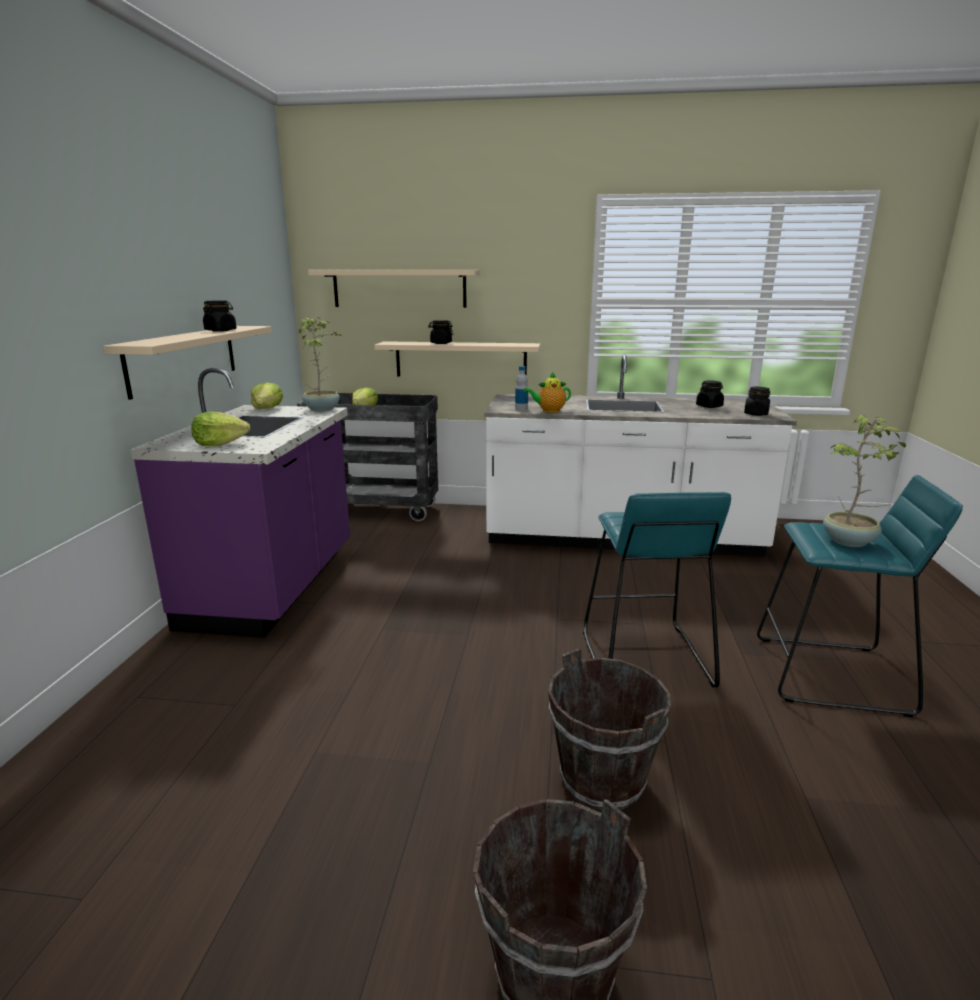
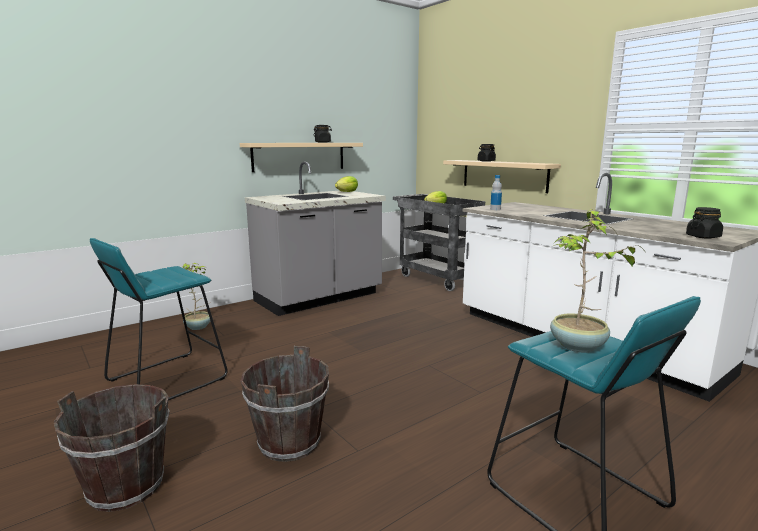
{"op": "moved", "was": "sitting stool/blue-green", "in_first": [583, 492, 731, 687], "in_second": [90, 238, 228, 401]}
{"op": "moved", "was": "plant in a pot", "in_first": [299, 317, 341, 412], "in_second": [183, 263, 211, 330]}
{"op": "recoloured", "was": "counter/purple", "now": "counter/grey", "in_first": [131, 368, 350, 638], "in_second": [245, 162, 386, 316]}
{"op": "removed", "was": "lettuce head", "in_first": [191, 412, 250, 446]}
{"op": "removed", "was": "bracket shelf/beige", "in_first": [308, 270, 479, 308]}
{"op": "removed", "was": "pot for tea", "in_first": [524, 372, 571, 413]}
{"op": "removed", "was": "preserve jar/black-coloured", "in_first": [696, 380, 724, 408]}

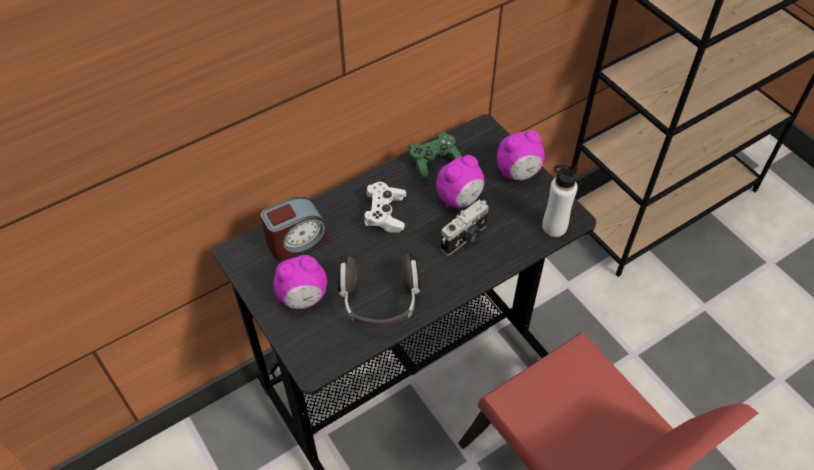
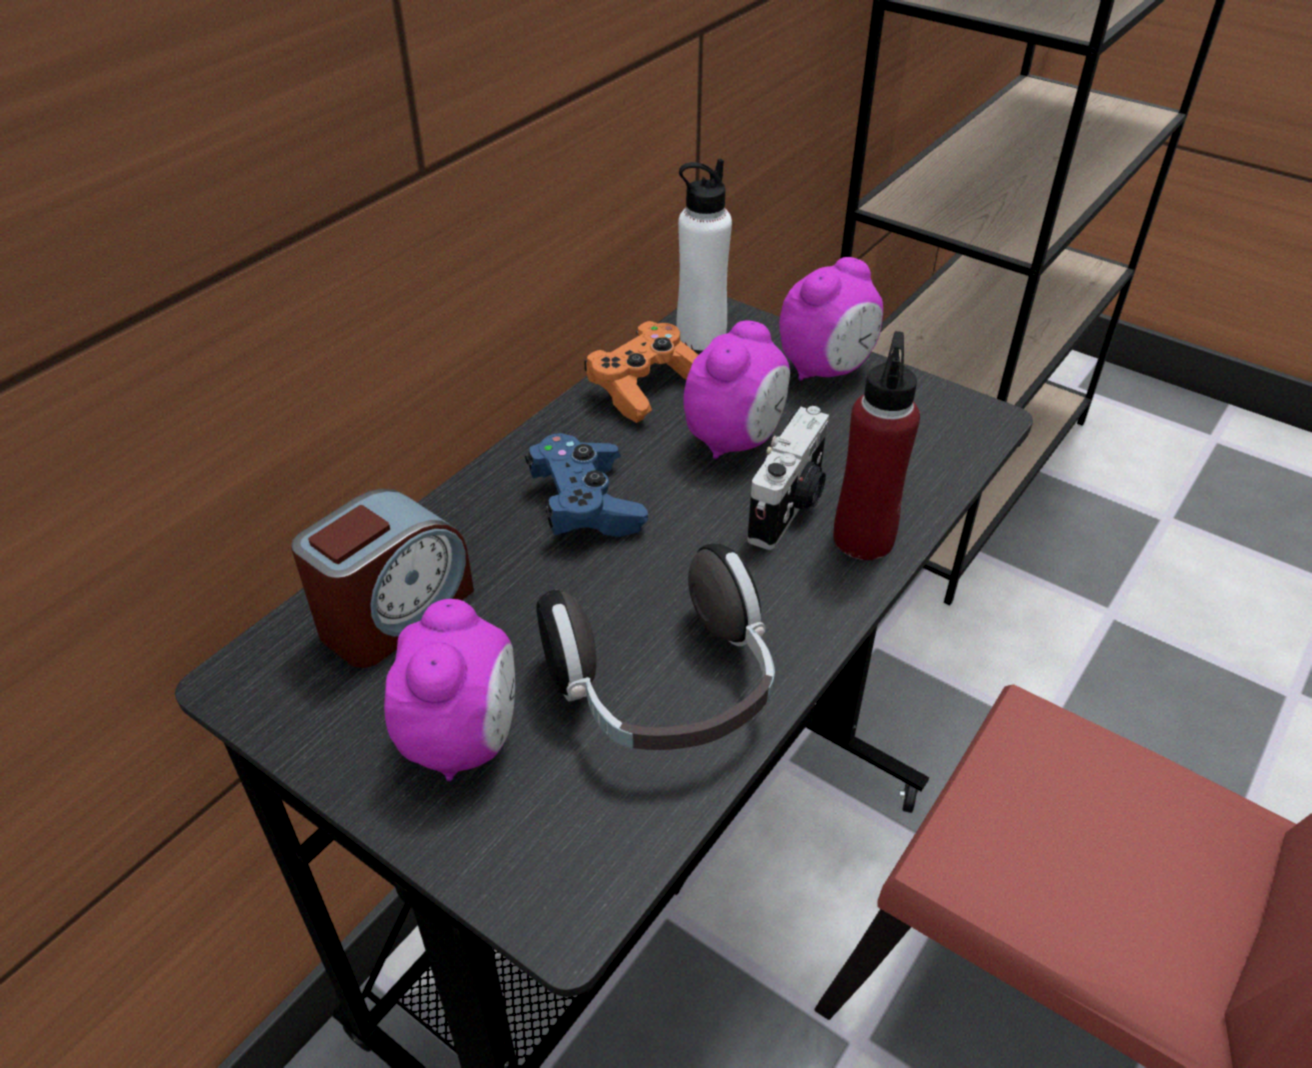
{"op": "turned", "was": "table clock", "in_first": [273, 255, 327, 309], "in_second": [384, 599, 515, 782], "clockwise": -45}
{"op": "recoloured", "was": "game controller/whitish", "now": "game controller/bluish", "in_first": [363, 182, 406, 233], "in_second": [525, 433, 648, 537]}
{"op": "recoloured", "was": "game controller/green-coloured", "now": "game controller/orangey", "in_first": [409, 132, 462, 180], "in_second": [584, 321, 698, 423]}
{"op": "moved", "was": "beverage bottle/whitish", "in_first": [542, 165, 578, 237], "in_second": [676, 159, 732, 350]}
{"op": "added", "now": "beverage bottle/reddish", "in_second": [834, 331, 920, 560]}

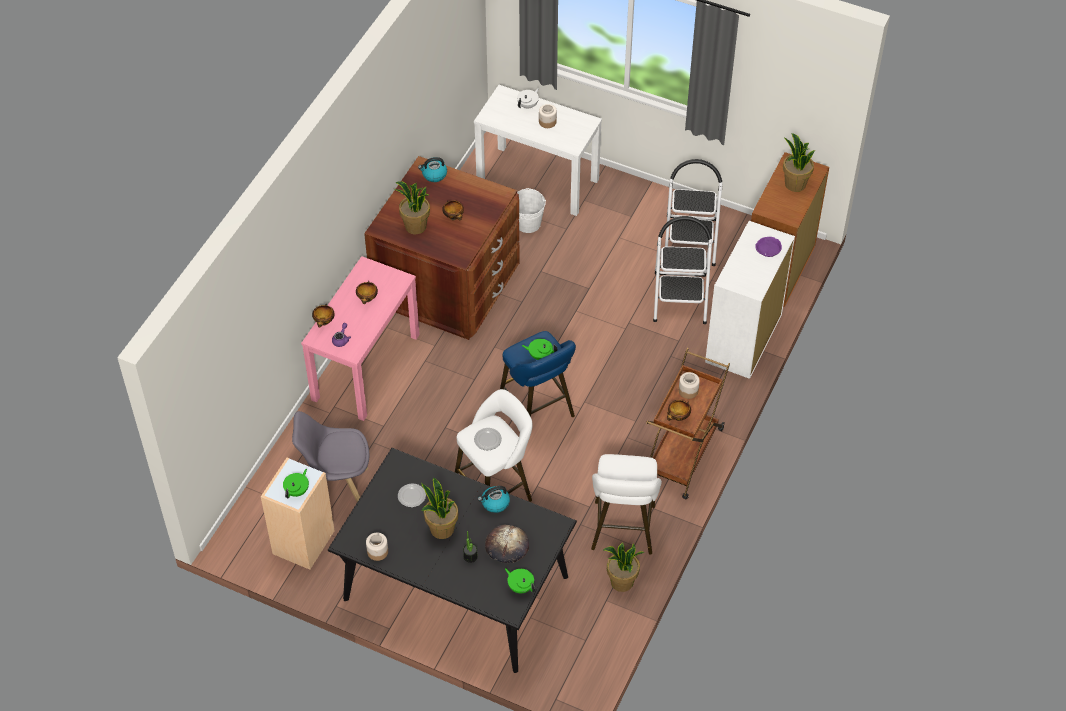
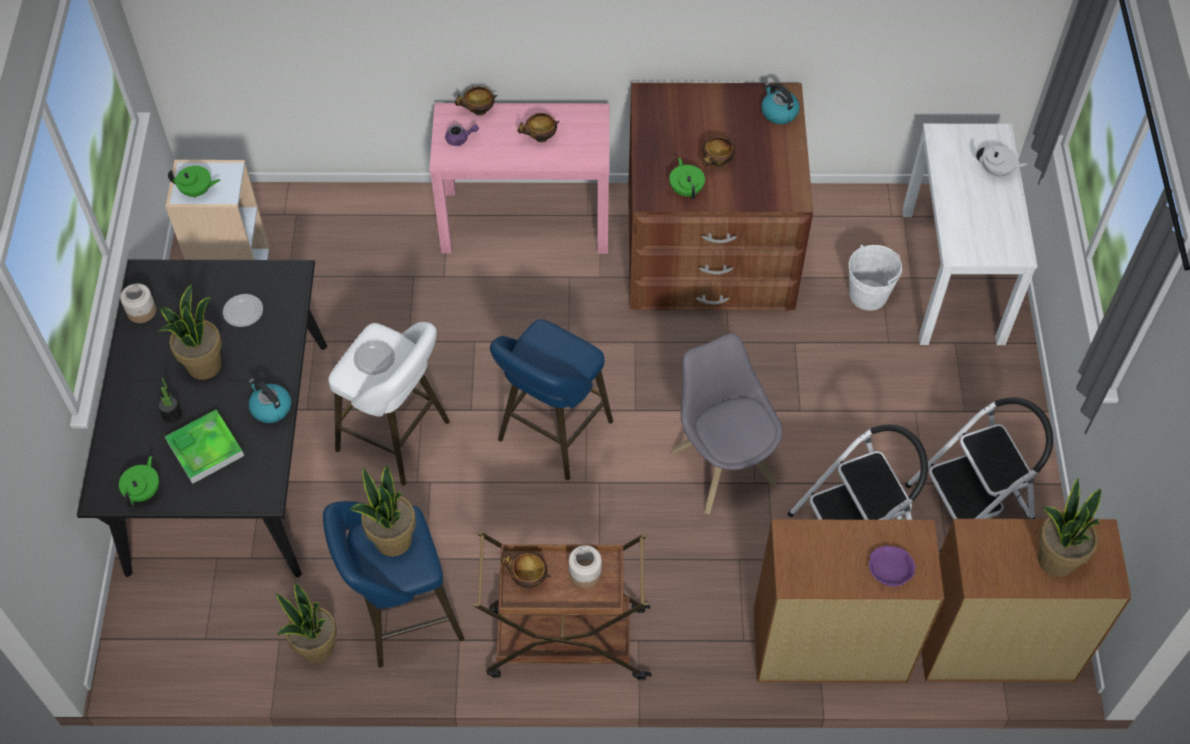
{"op": "replaced", "was": "bread", "now": "carrying tray", "in_first": [485, 525, 529, 563], "in_second": [165, 410, 244, 484]}
{"op": "recoloured", "was": "sitting stool/whitish", "now": "sitting stool/bluish", "in_first": [591, 454, 662, 555], "in_second": [323, 501, 464, 668]}
{"op": "moved", "was": "plant in a pot", "in_first": [394, 181, 430, 234], "in_second": [349, 465, 416, 557]}
{"op": "moved", "was": "pot for tea/green-coloured", "in_first": [522, 339, 557, 360], "in_second": [669, 158, 705, 200]}
{"op": "moved", "was": "chair/grey", "in_first": [292, 411, 369, 502], "in_second": [671, 333, 783, 515]}
{"op": "recoloured", "was": "cabinet/whitish", "now": "cabinet/brownish", "in_first": [705, 221, 795, 379], "in_second": [753, 519, 944, 683]}
{"op": "removed", "was": "preserve jar", "in_first": [539, 104, 557, 128]}

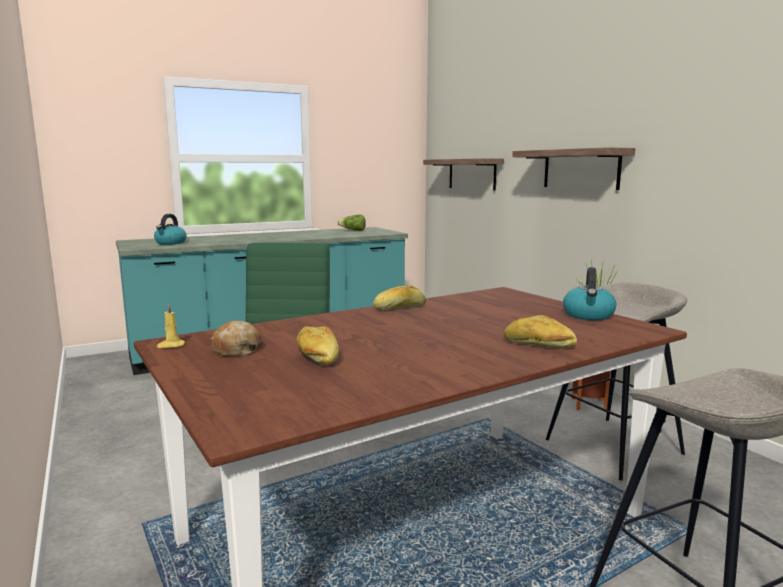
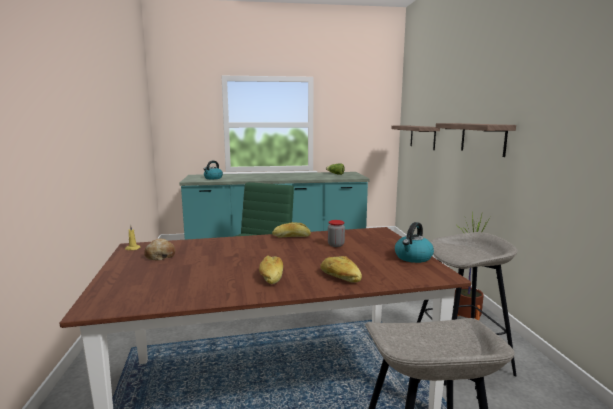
{"op": "moved", "was": "bread", "in_first": [296, 326, 339, 365], "in_second": [259, 255, 283, 284]}
{"op": "added", "now": "preserve jar", "in_second": [328, 220, 345, 247]}

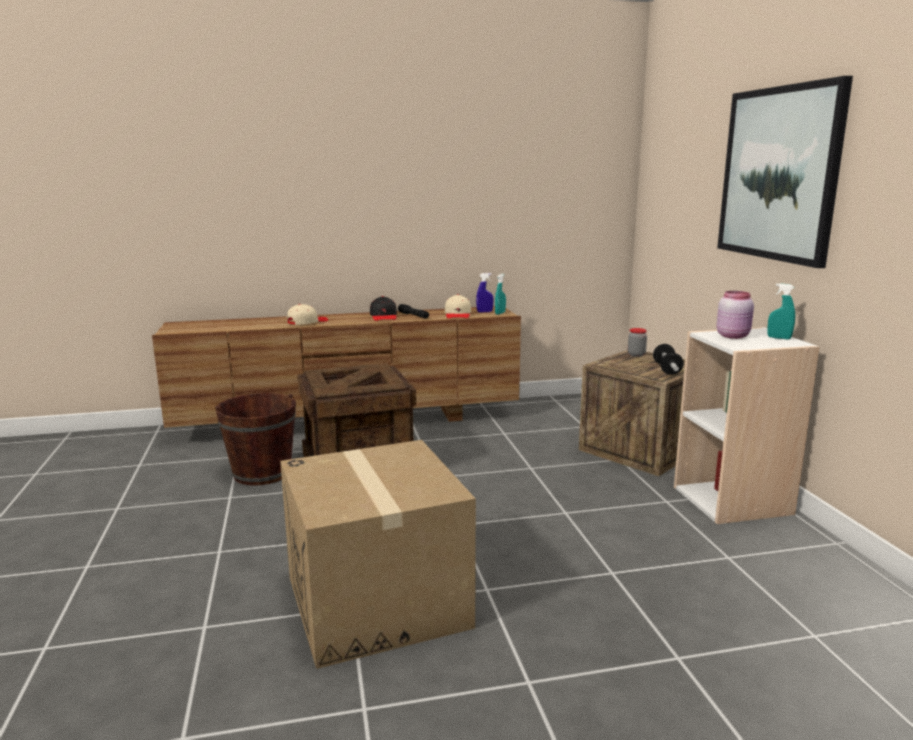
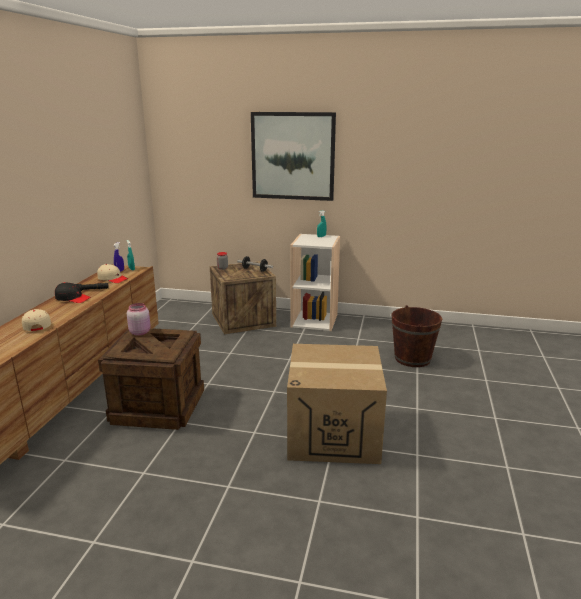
{"op": "moved", "was": "preserve jar/pink-coloured", "in_first": [716, 291, 754, 339], "in_second": [127, 303, 151, 336]}
{"op": "moved", "was": "bucket/brownish", "in_first": [215, 393, 296, 486], "in_second": [391, 305, 442, 367]}

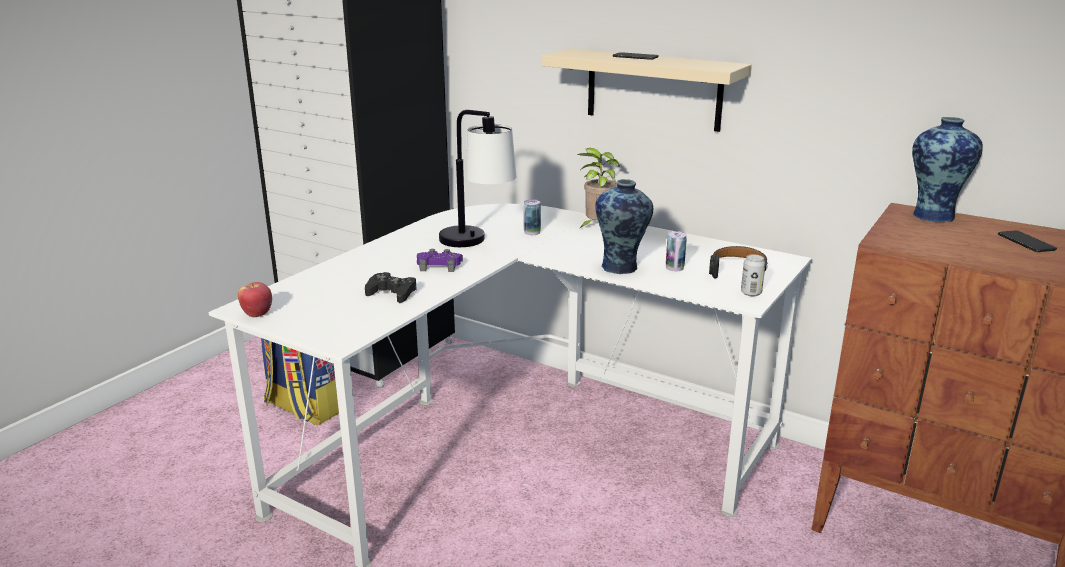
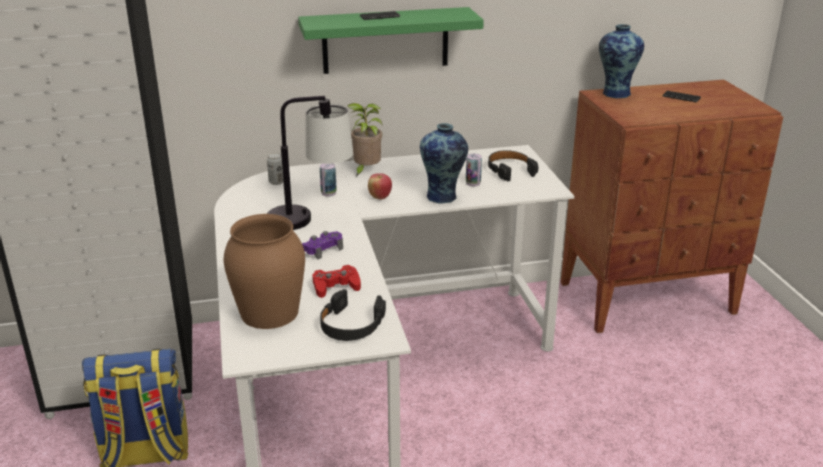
{"op": "added", "now": "vase/brownish", "in_second": [224, 214, 305, 329]}
{"op": "moved", "was": "sealed can", "in_first": [741, 254, 766, 296], "in_second": [267, 153, 283, 185]}
{"op": "recoloured", "was": "bracket shelf/beige", "now": "bracket shelf/green-coloured", "in_first": [541, 48, 752, 132], "in_second": [298, 7, 484, 74]}
{"op": "recoloured", "was": "game controller/black-coloured", "now": "game controller/reddish", "in_first": [365, 272, 417, 303], "in_second": [312, 265, 361, 298]}
{"op": "added", "now": "headphones/black-coloured", "in_second": [320, 289, 386, 341]}
{"op": "moved", "was": "apple fruit", "in_first": [238, 282, 272, 317], "in_second": [368, 173, 392, 200]}

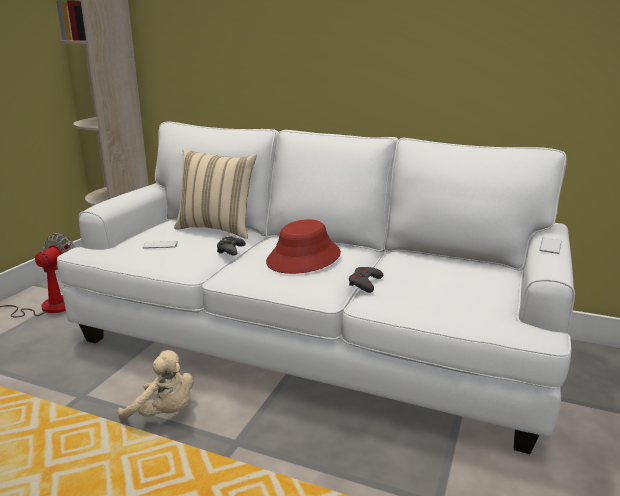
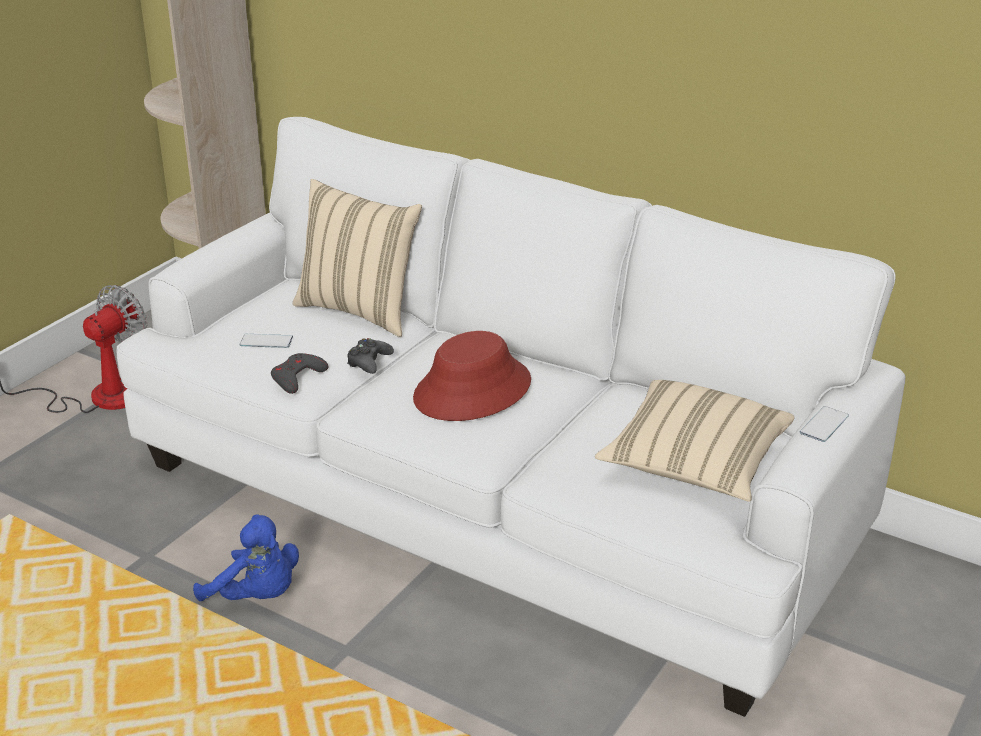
{"op": "recoloured", "was": "soft toy/beige", "now": "soft toy/bluish", "in_first": [117, 350, 193, 422], "in_second": [193, 515, 299, 601]}
{"op": "moved", "was": "game controller/grey", "in_first": [349, 267, 383, 293], "in_second": [271, 353, 328, 394]}
{"op": "added", "now": "cushion/beige", "in_second": [595, 380, 795, 502]}

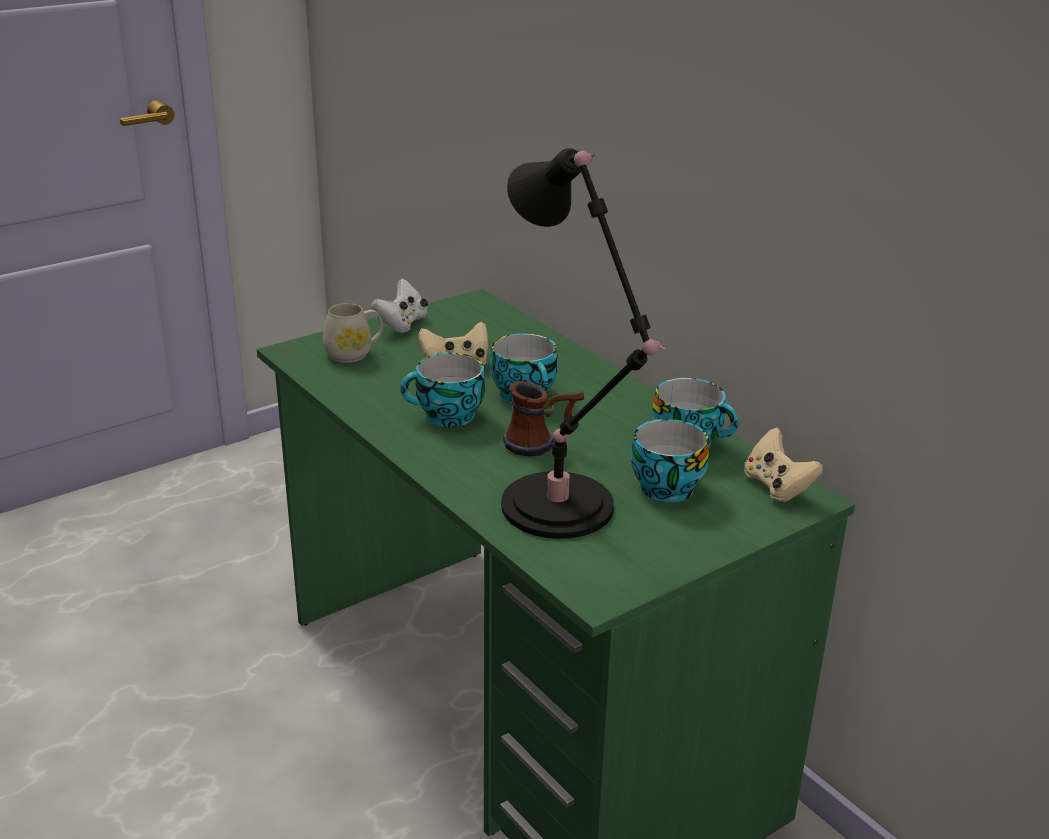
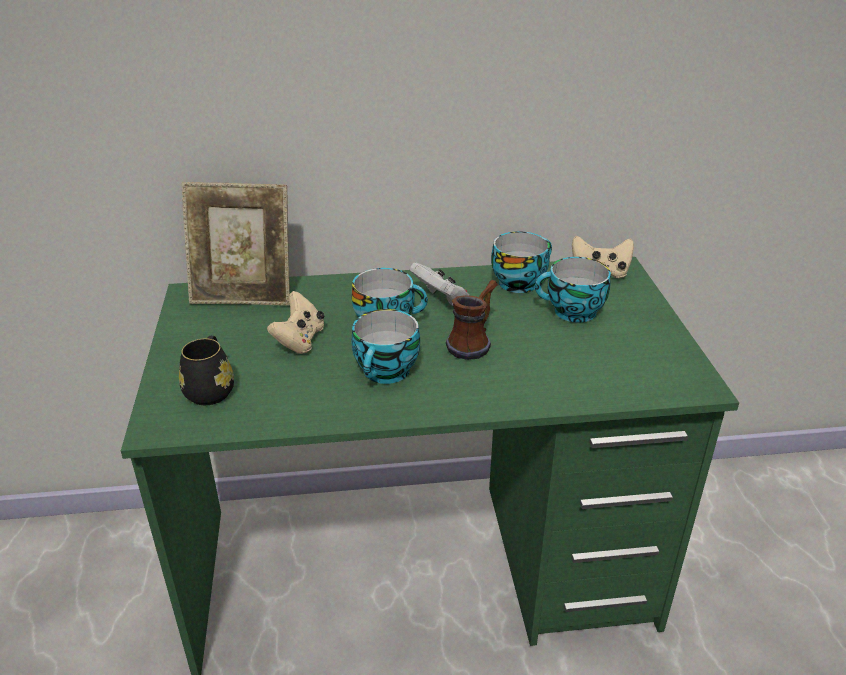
{"op": "recoloured", "was": "coffee mug/whitish", "now": "coffee mug/black-coloured", "in_first": [323, 303, 383, 363], "in_second": [179, 336, 234, 405]}
{"op": "added", "now": "photo frame", "in_second": [181, 182, 290, 306]}
{"op": "moved", "was": "game controller/whitish", "in_first": [371, 279, 428, 333], "in_second": [410, 262, 469, 306]}
{"op": "removed", "was": "lamp for a table/black-coloured", "in_first": [501, 148, 666, 539]}

